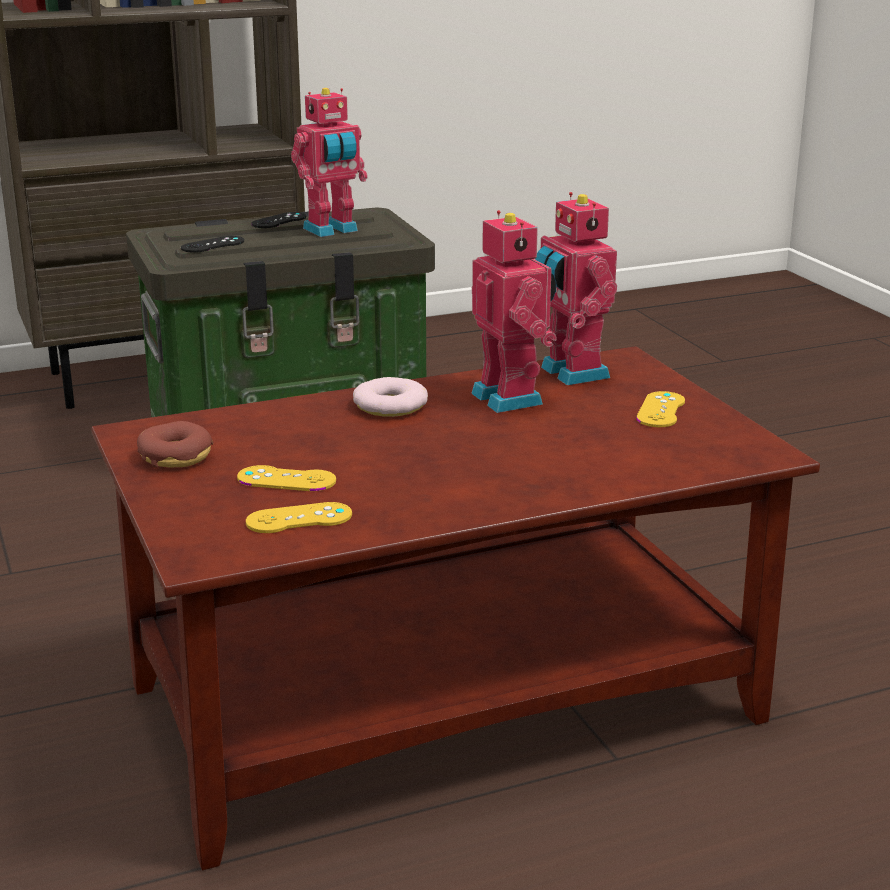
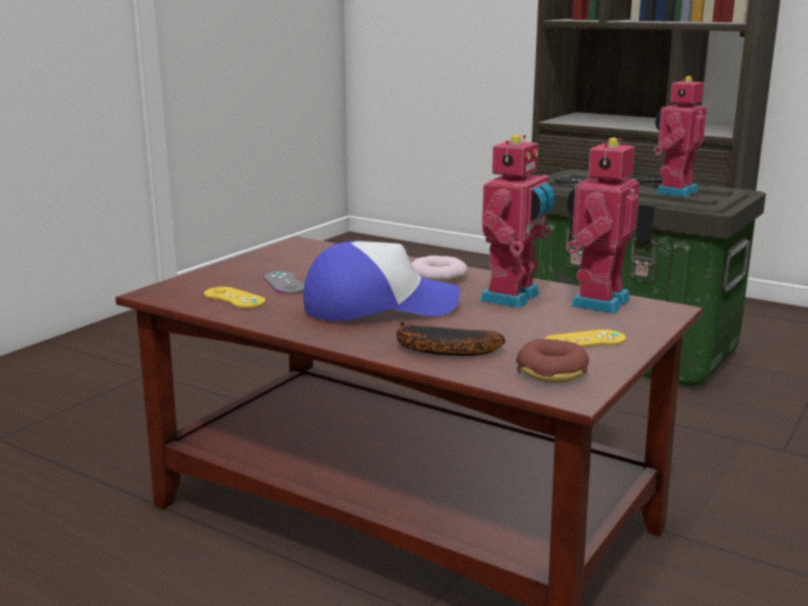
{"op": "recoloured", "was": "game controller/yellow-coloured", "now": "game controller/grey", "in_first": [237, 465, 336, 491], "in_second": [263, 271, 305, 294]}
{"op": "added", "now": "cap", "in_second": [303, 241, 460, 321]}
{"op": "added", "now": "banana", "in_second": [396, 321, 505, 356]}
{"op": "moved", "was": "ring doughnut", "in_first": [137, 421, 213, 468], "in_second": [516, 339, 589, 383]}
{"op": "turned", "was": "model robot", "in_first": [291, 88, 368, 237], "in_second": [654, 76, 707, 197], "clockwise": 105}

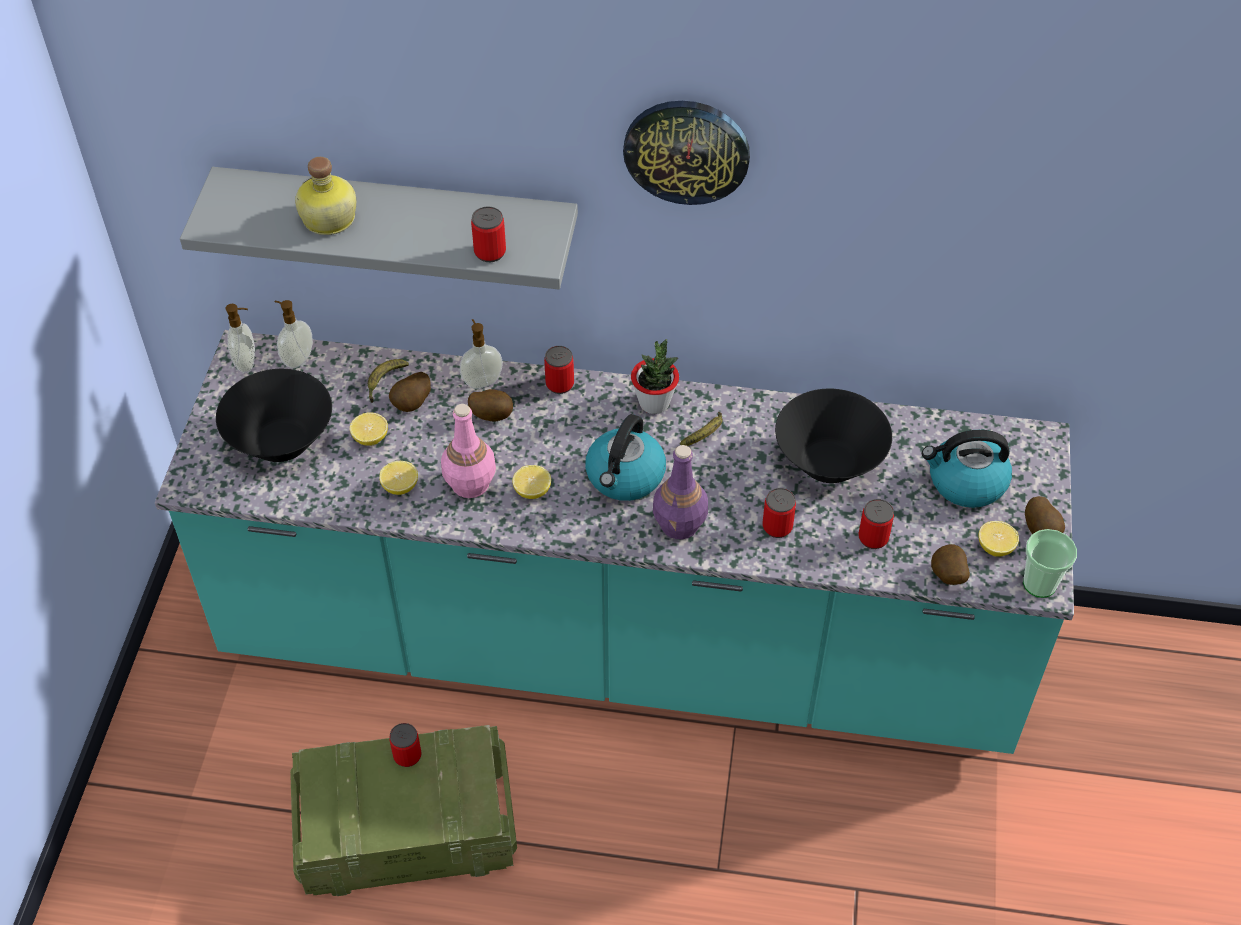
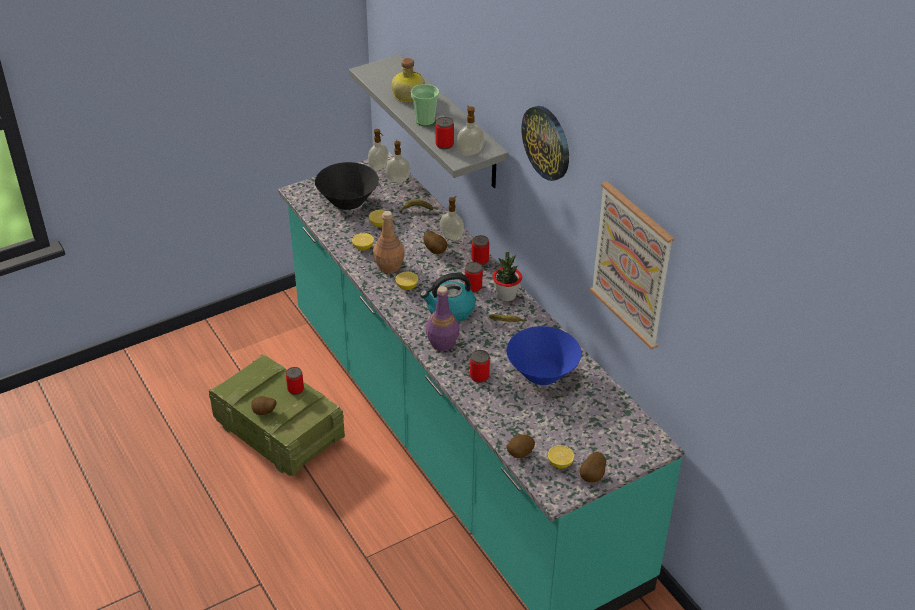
{"op": "moved", "was": "whole potato", "in_first": [389, 372, 431, 412], "in_second": [251, 396, 277, 415]}
{"op": "recoloured", "was": "beverage bottle/pink-coloured", "now": "beverage bottle/brownish", "in_first": [441, 404, 496, 498], "in_second": [373, 211, 405, 273]}
{"op": "moved", "was": "drinking cup", "in_first": [1023, 529, 1077, 598], "in_second": [411, 84, 439, 126]}
{"op": "added", "now": "soap bottle", "in_second": [457, 105, 484, 156]}
{"op": "moved", "was": "sealed can", "in_first": [858, 499, 894, 549], "in_second": [465, 262, 483, 293]}
{"op": "recoloured", "was": "deep dish/black-coloured", "now": "deep dish/bluish", "in_first": [775, 389, 892, 483], "in_second": [507, 326, 581, 385]}
{"op": "added", "now": "wall picture", "in_second": [590, 181, 674, 350]}
{"op": "removed", "was": "kettle", "in_first": [922, 430, 1012, 508]}

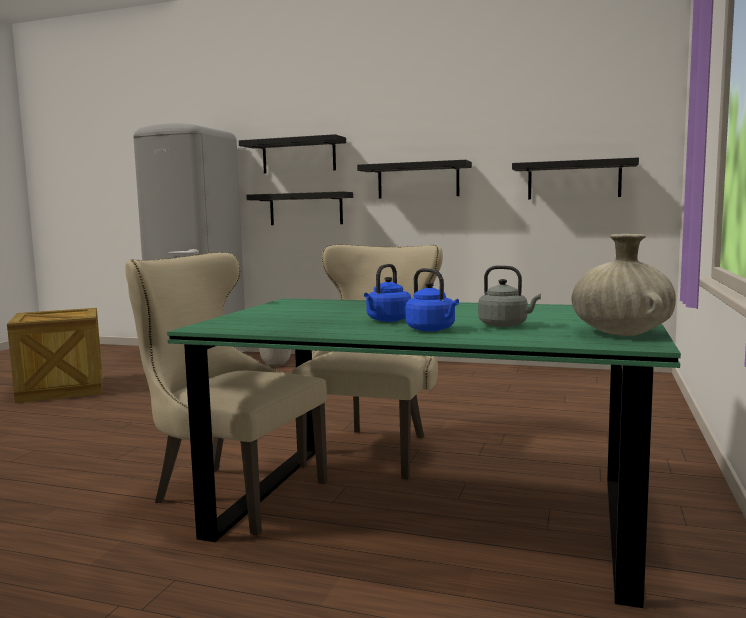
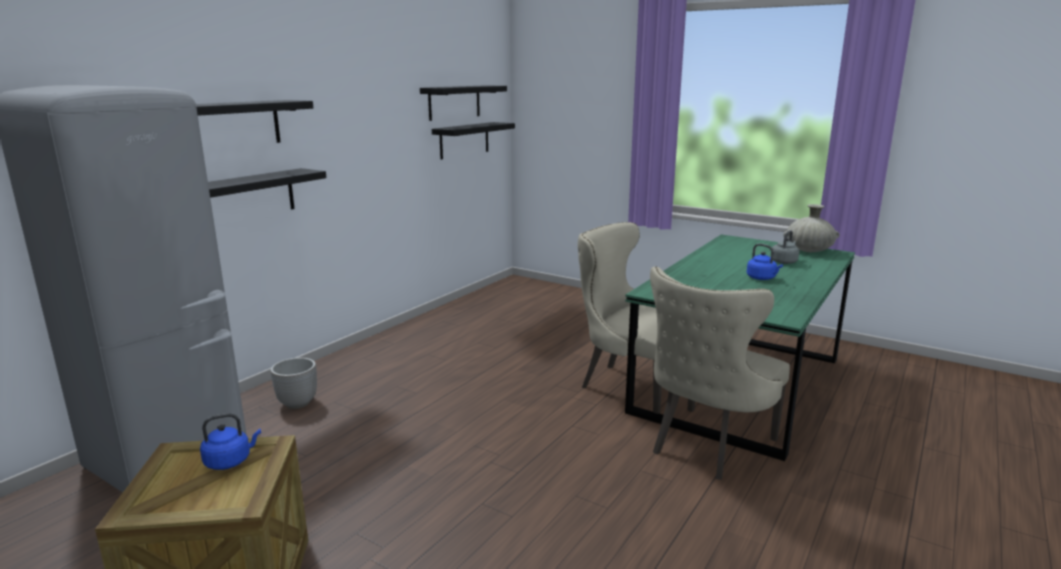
{"op": "moved", "was": "kettle/bluish", "in_first": [405, 268, 459, 332], "in_second": [200, 413, 261, 470]}
{"op": "moved", "was": "bracket shelf/black-coloured", "in_first": [357, 160, 472, 198], "in_second": [420, 85, 507, 121]}

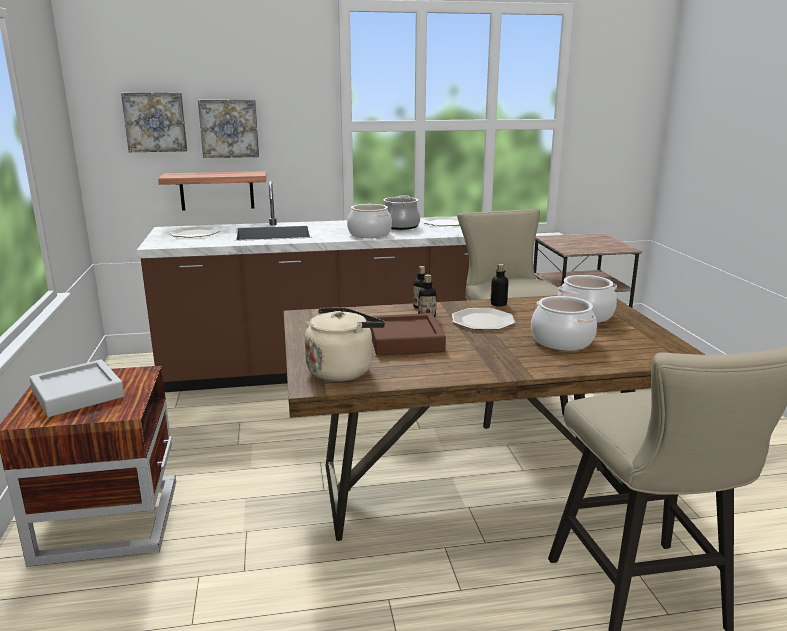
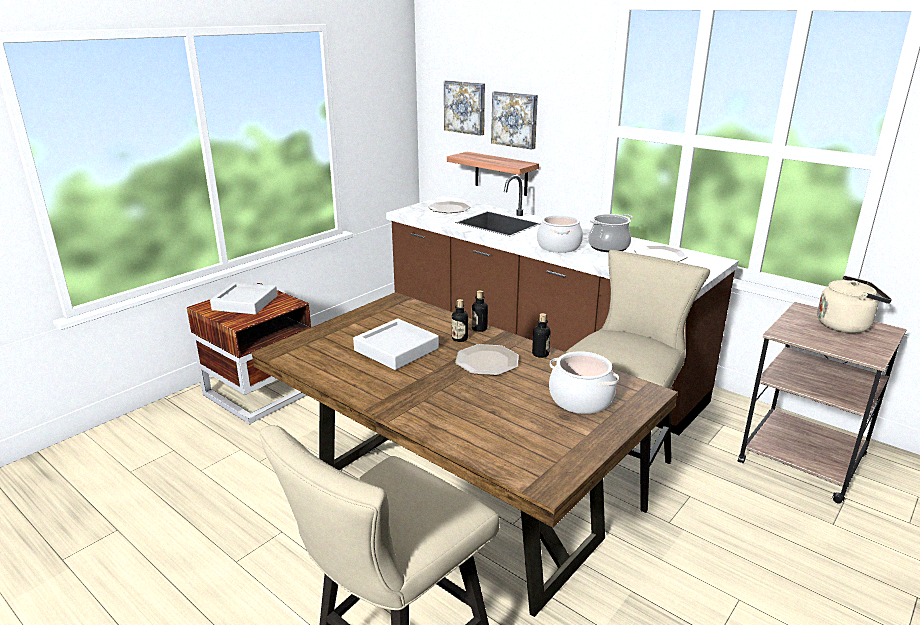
{"op": "recoloured", "was": "carrying tray/brownish", "now": "carrying tray/grey", "in_first": [370, 313, 446, 356], "in_second": [353, 319, 439, 370]}
{"op": "moved", "was": "kettle/beige", "in_first": [305, 307, 385, 382], "in_second": [817, 276, 892, 333]}
{"op": "removed", "was": "cooking pot", "in_first": [531, 296, 597, 350]}

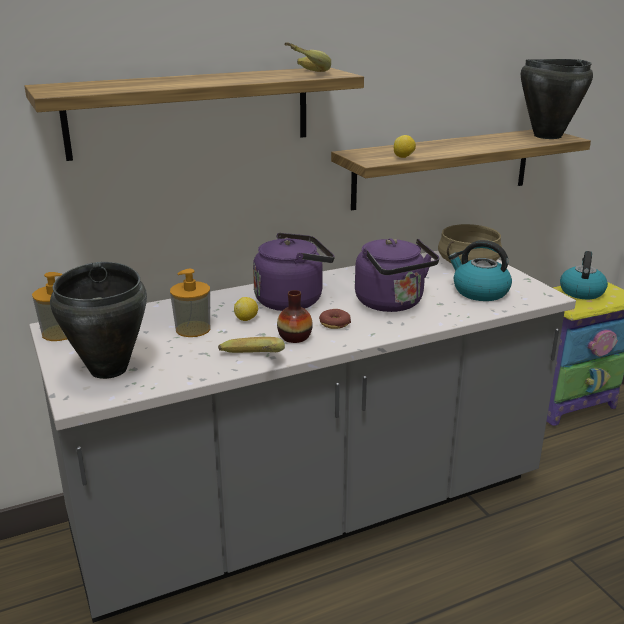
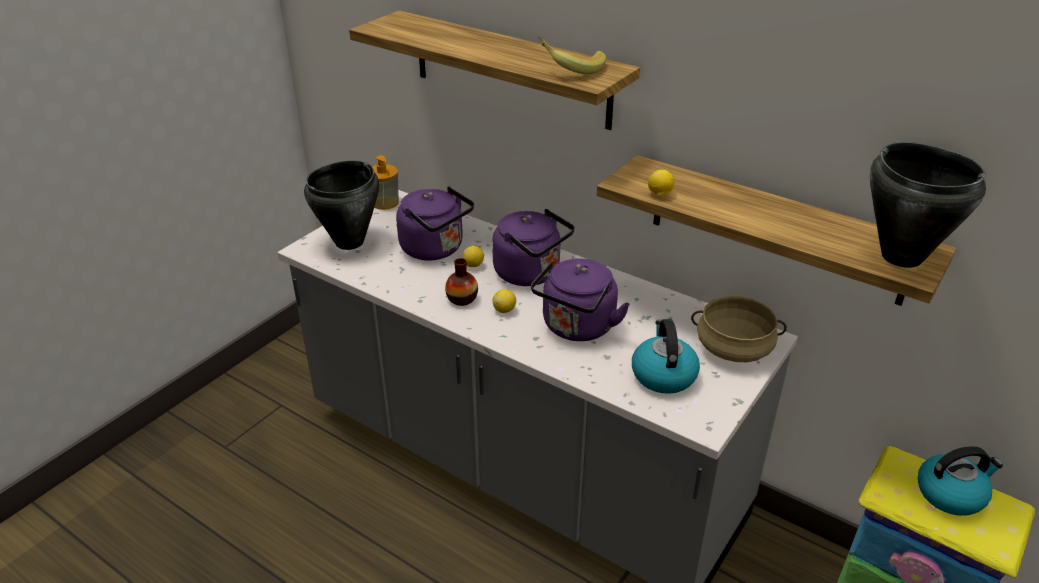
{"op": "replaced", "was": "soap bottle", "now": "kettle/purple", "in_first": [170, 269, 210, 337], "in_second": [396, 186, 474, 260]}
{"op": "replaced", "was": "ring doughnut", "now": "whole lemon", "in_first": [319, 309, 351, 329], "in_second": [493, 289, 516, 313]}
{"op": "removed", "was": "banana", "in_first": [218, 337, 285, 353]}

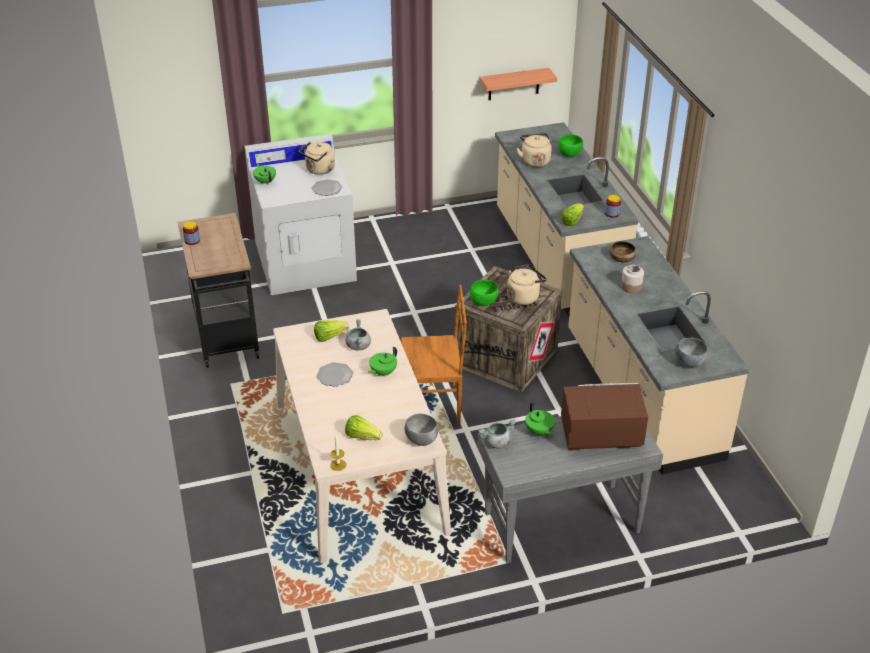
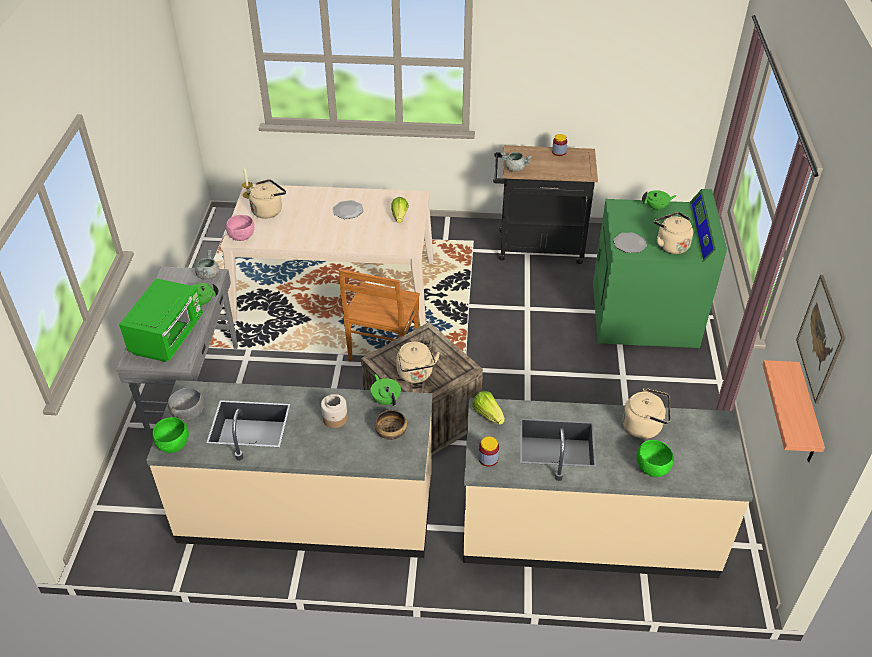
{"op": "recoloured", "was": "kitchen microwave/brownish", "now": "kitchen microwave/green-coloured", "in_first": [561, 383, 648, 449], "in_second": [119, 278, 203, 362]}
{"op": "moved", "was": "deep dish/green-coloured", "in_first": [470, 280, 498, 306], "in_second": [152, 417, 189, 453]}
{"op": "recoloured", "was": "deep dish/grey", "now": "deep dish/pink-coloured", "in_first": [405, 414, 438, 446], "in_second": [226, 215, 254, 241]}
{"op": "replaced", "was": "lettuce head", "now": "kettle/beige", "in_first": [345, 415, 382, 440], "in_second": [249, 179, 286, 219]}
{"op": "moved", "was": "pot for tea/green-coloured", "in_first": [368, 347, 397, 376], "in_second": [370, 374, 401, 406]}
{"op": "moved", "was": "cooking pot/grey", "in_first": [346, 319, 371, 350], "in_second": [501, 151, 532, 172]}
{"op": "recoloured", "was": "laundry appliance/whitish", "now": "laundry appliance/green-coloured", "in_first": [244, 134, 357, 295], "in_second": [593, 189, 727, 348]}
{"op": "added", "now": "wall picture", "in_second": [796, 275, 845, 404]}

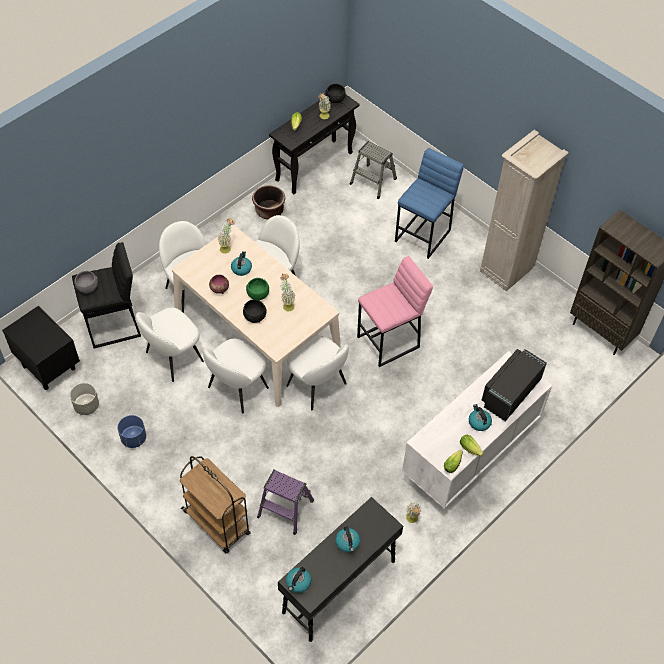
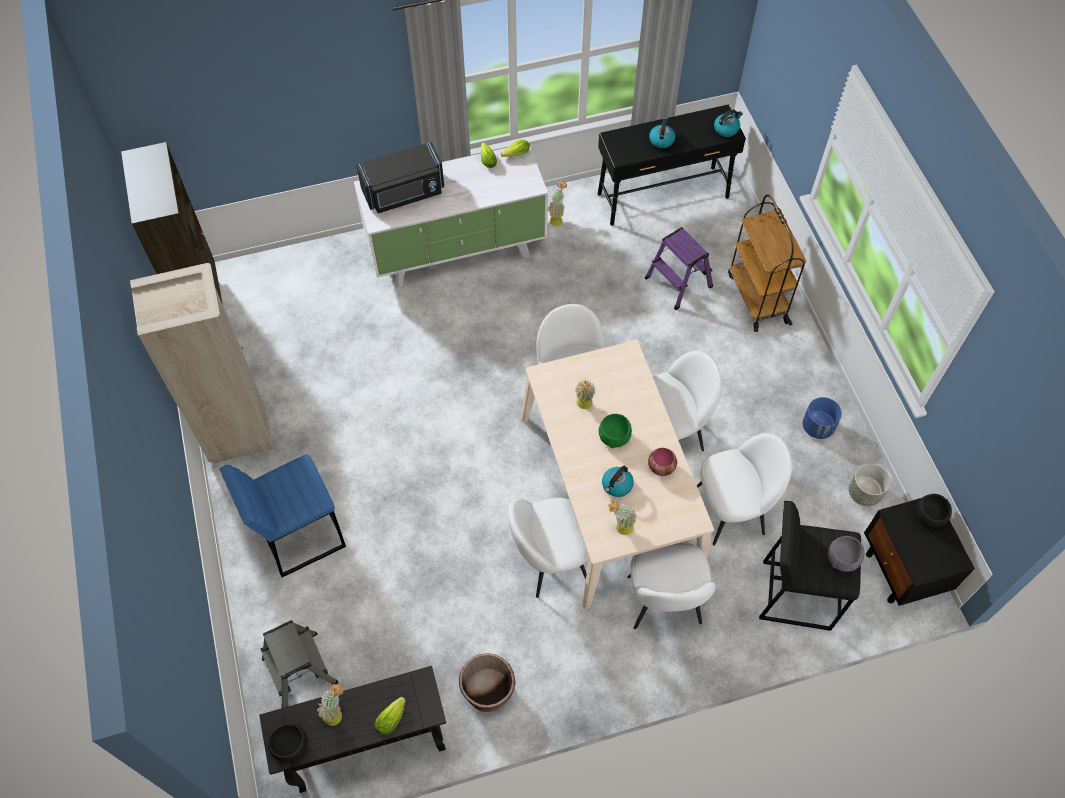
{"op": "moved", "was": "deep dish/black-coloured", "in_first": [243, 299, 267, 323], "in_second": [916, 494, 952, 527]}
{"op": "removed", "was": "sitting stool/pink-coloured", "in_first": [357, 256, 433, 367]}
{"op": "removed", "was": "kettle", "in_first": [469, 404, 492, 431]}

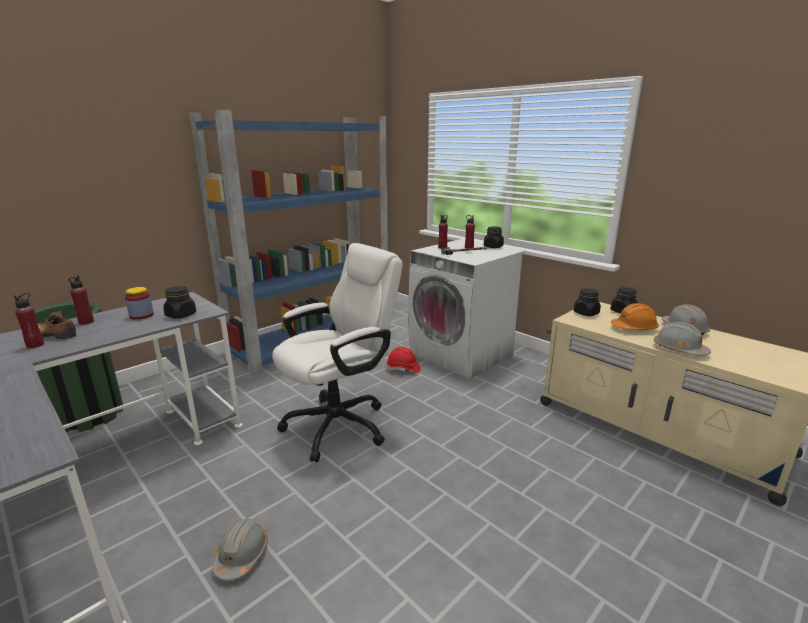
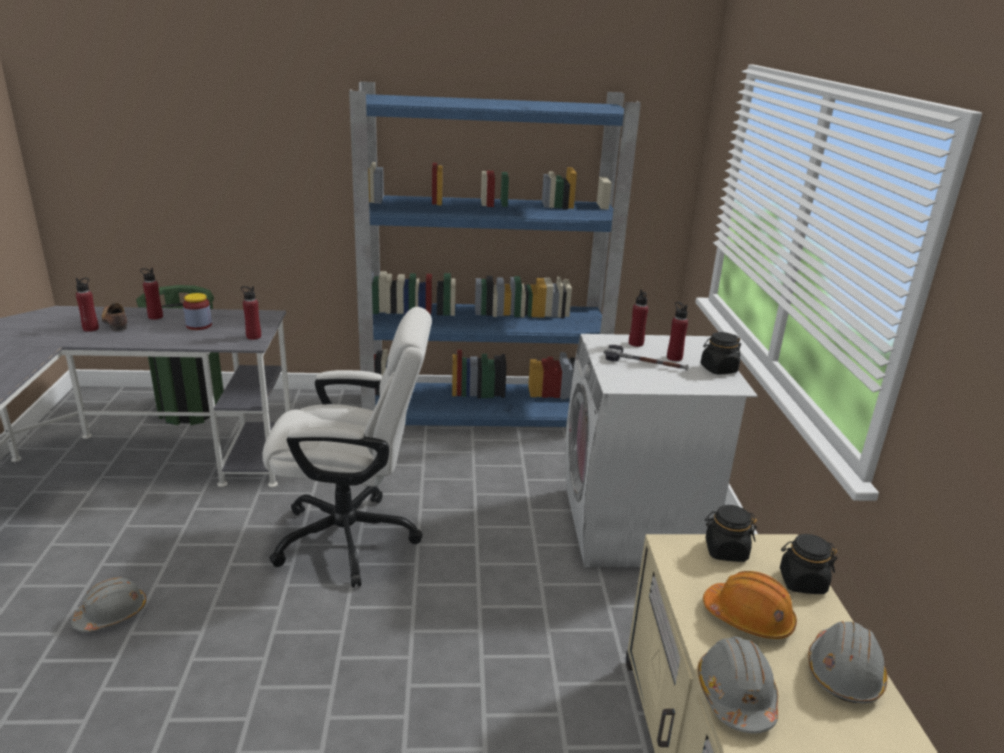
{"op": "added", "now": "beverage bottle/reddish", "in_second": [241, 286, 261, 340]}
{"op": "removed", "was": "preserve jar/black-coloured", "in_first": [163, 286, 196, 319]}
{"op": "removed", "was": "work helmet/reddish", "in_first": [386, 347, 421, 373]}

